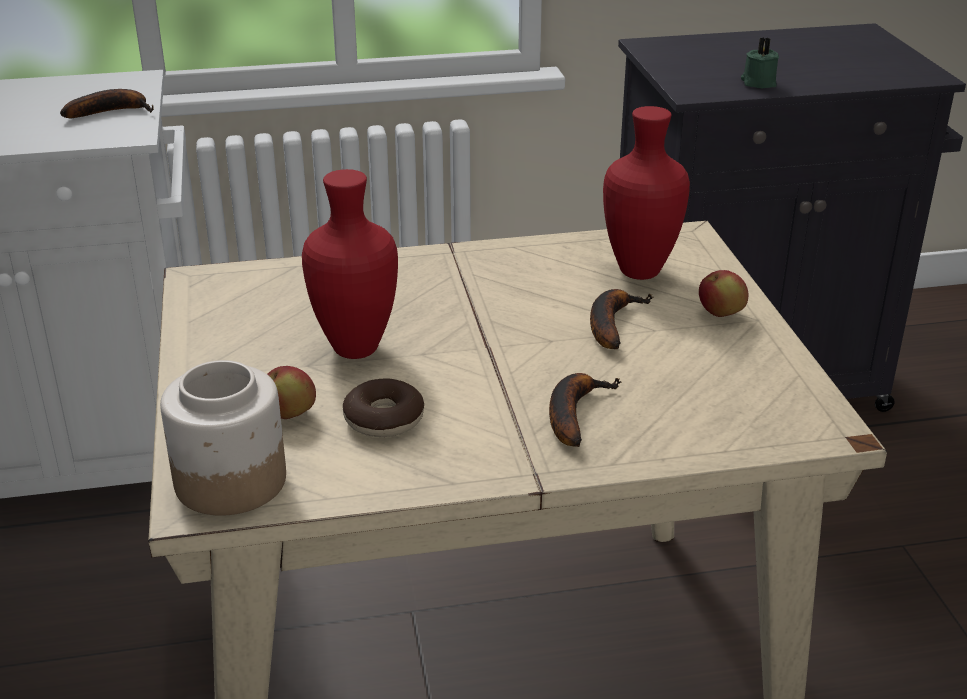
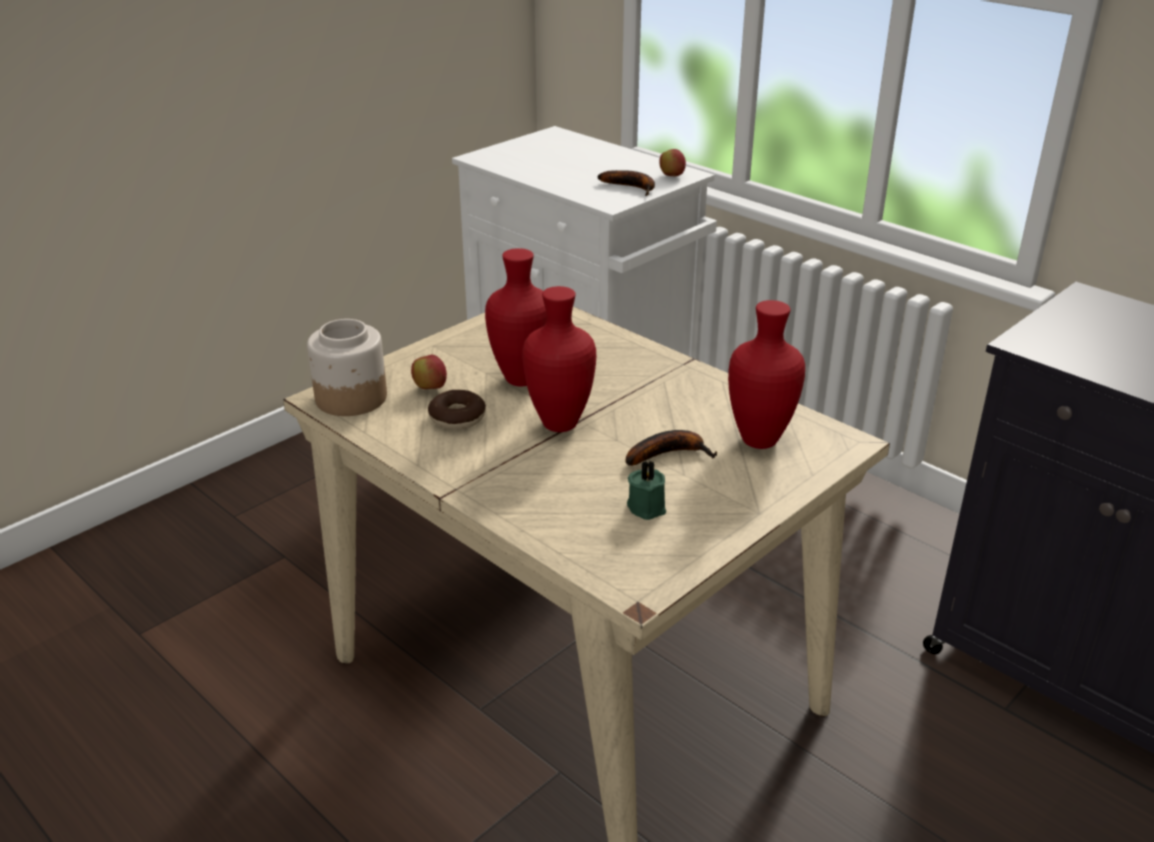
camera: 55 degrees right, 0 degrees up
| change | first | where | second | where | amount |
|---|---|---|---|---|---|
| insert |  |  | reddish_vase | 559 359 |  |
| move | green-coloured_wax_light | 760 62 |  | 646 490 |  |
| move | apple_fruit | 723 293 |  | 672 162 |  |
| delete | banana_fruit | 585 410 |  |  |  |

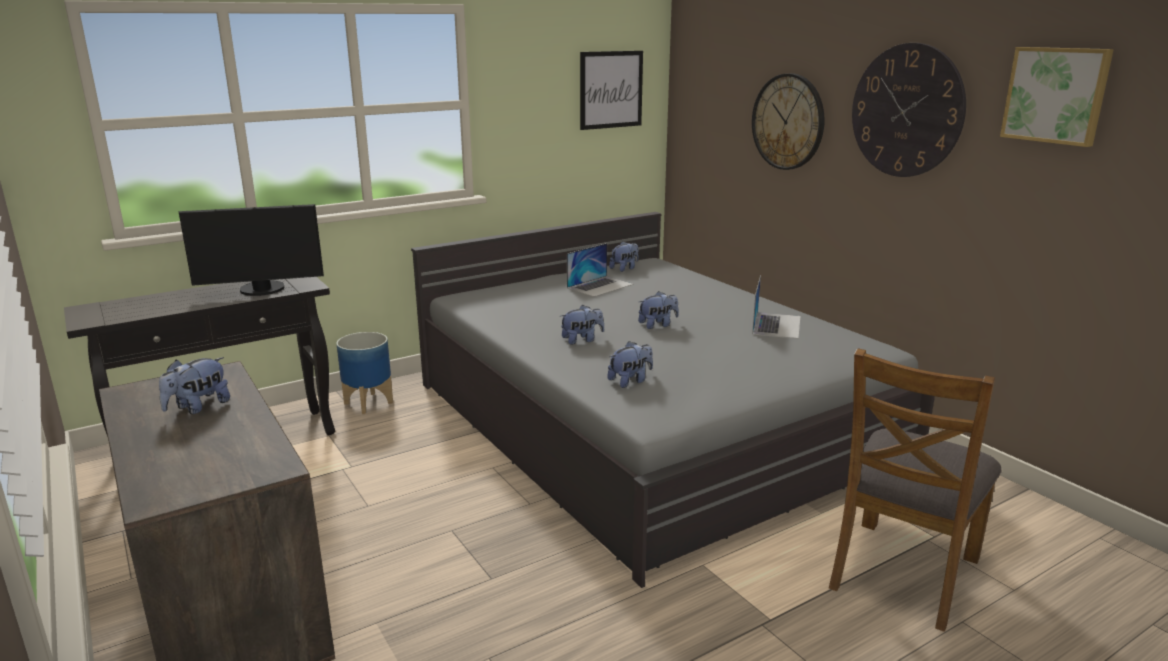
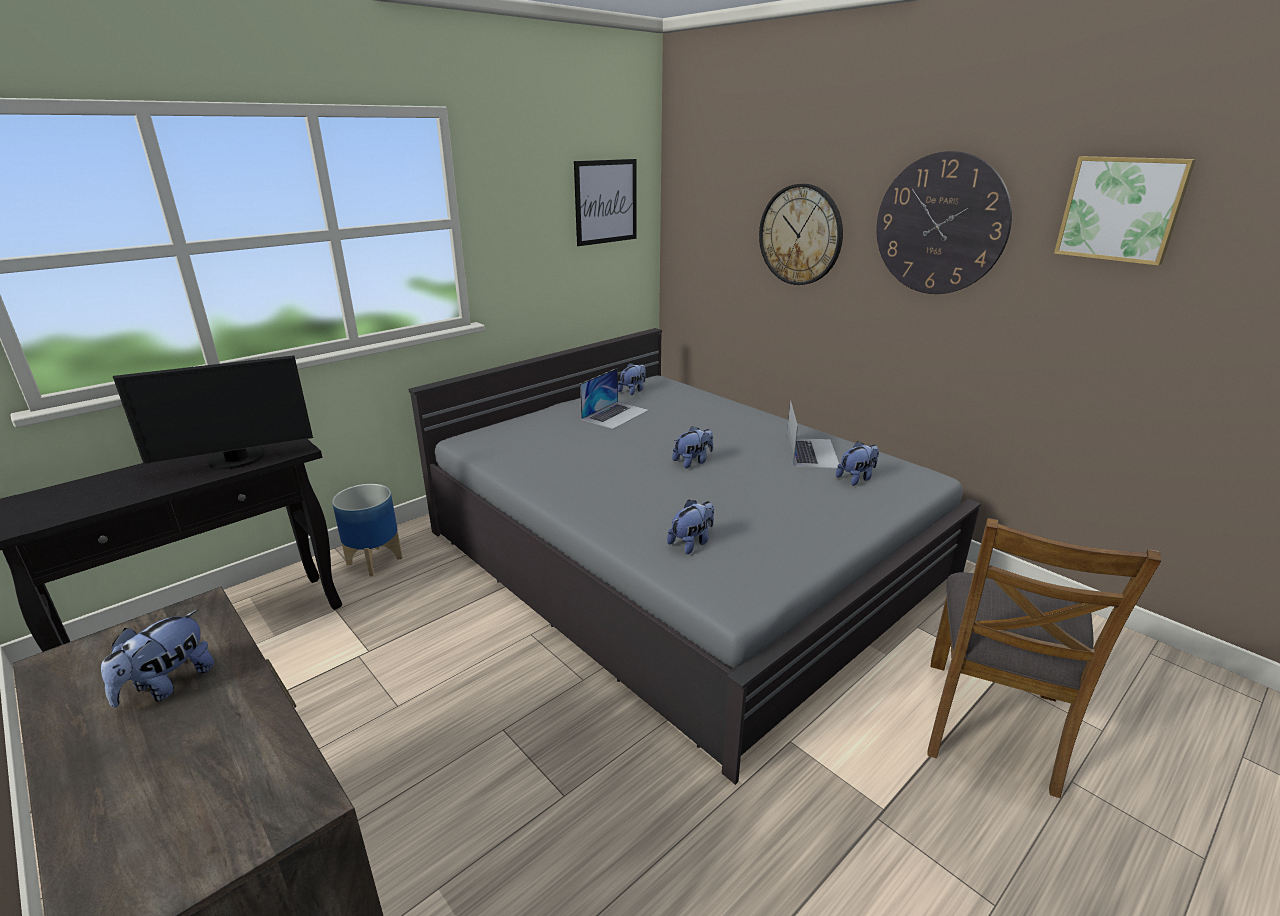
camera: 10 degrees left, 5 degrees up
| change | first | where | second | where | amount |
|---|---|---|---|---|---|
| move | cuddly_toy | 582 325 |  | 857 463 |  |

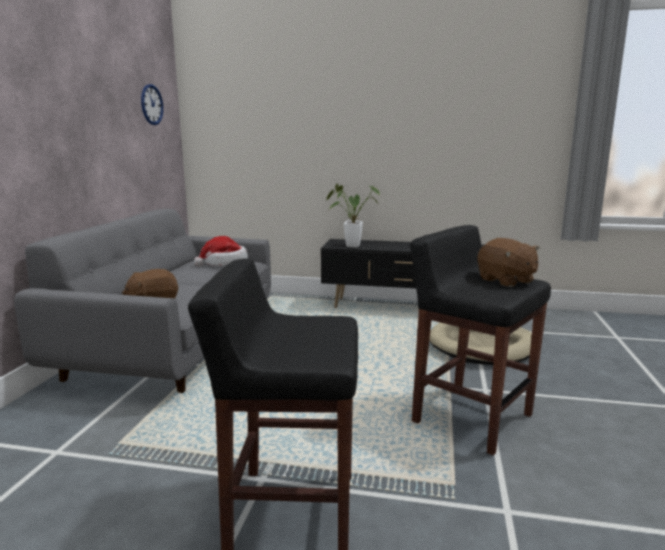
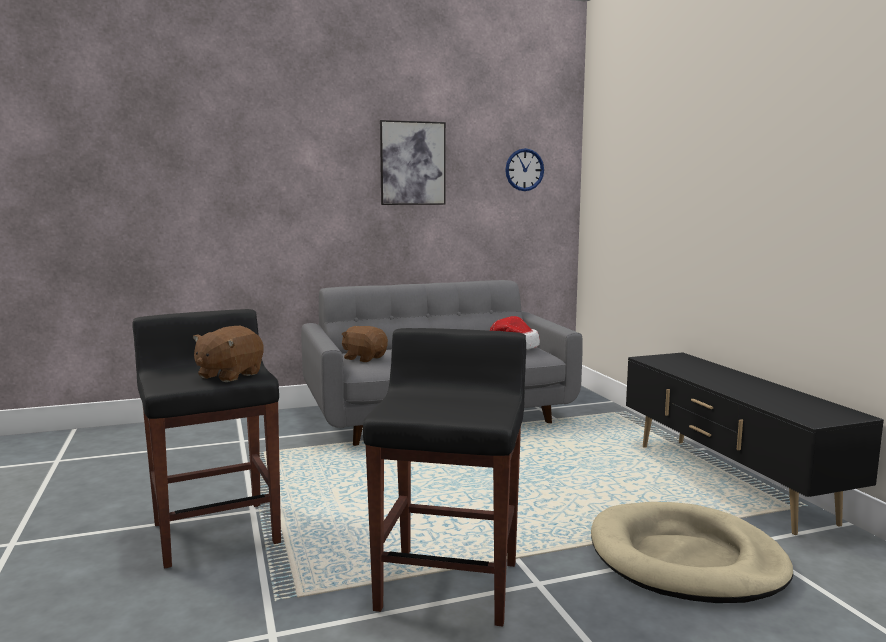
camera: 60 degrees right, 5 degrees down
| change | first | where | second | where | amount |
|---|---|---|---|---|---|
| move | brown-coloured_cuddly_toy | 508 262 |  | 228 354 |  |
| insert |  |  | wall_art | 413 162 |  |
| delete | potted_plant | 353 215 |  |  |  |

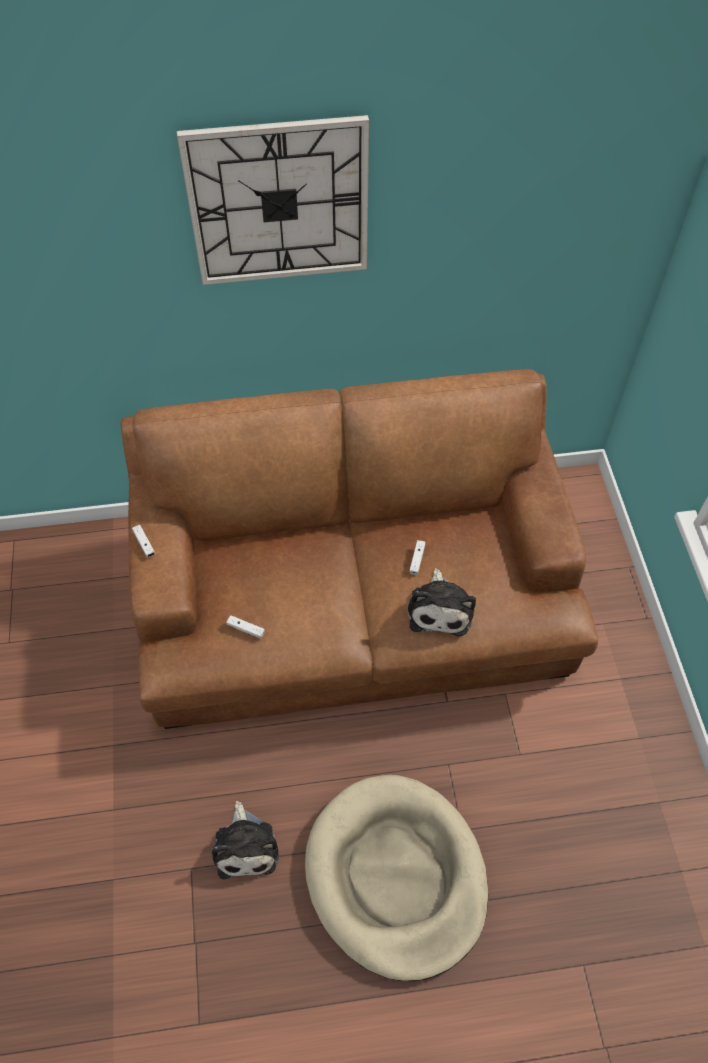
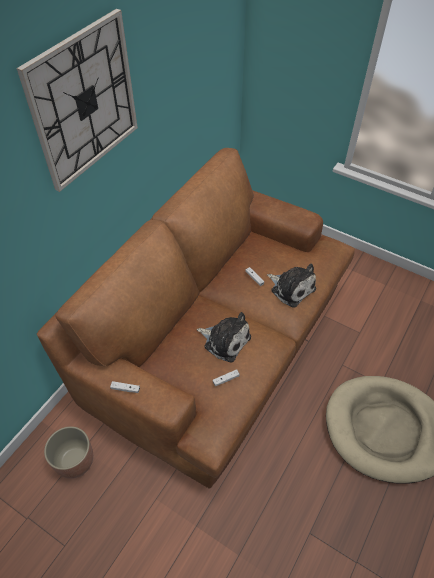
camera: 50 degrees left, 5 degrees down
| change | first | where | second | where | amount |
|---|---|---|---|---|---|
| insert |  |  | planter | 68 452 |  |
| move | cuddly_toy | 245 840 |  | 224 337 |  |

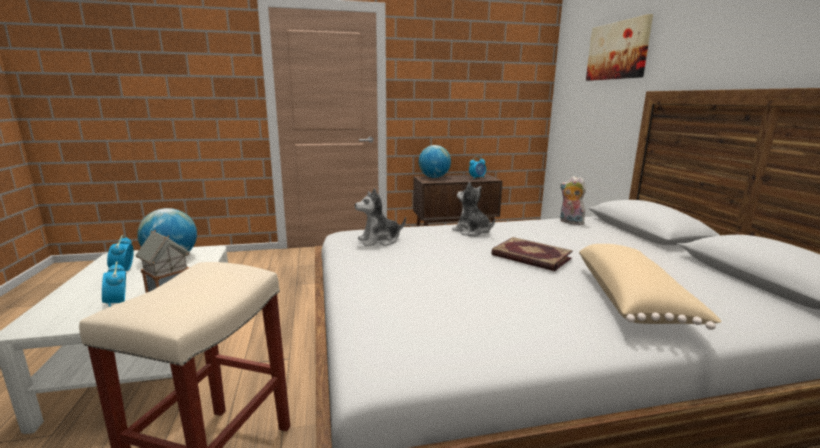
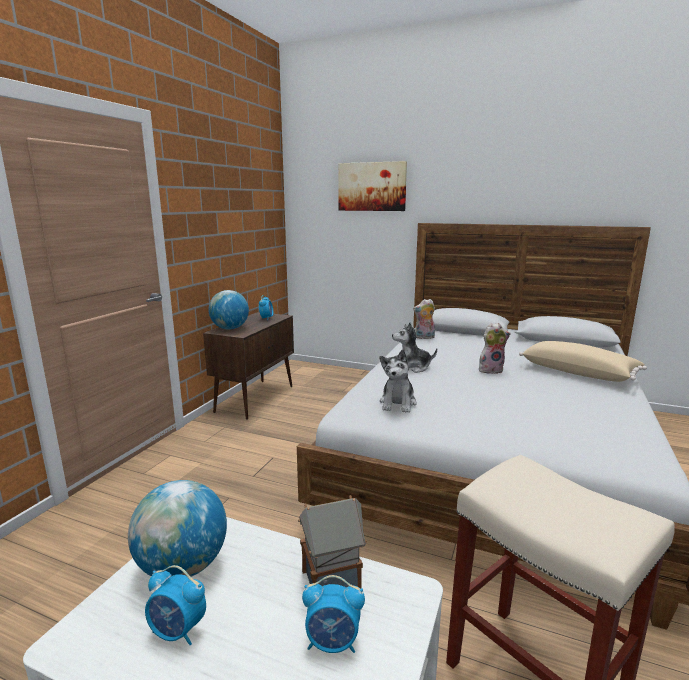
camera: 55 degrees left, 0 degrees up
| change | first | where | second | where | amount |
|---|---|---|---|---|---|
| replace | book | 532 254 | cuddly_toy | 495 348 |  |

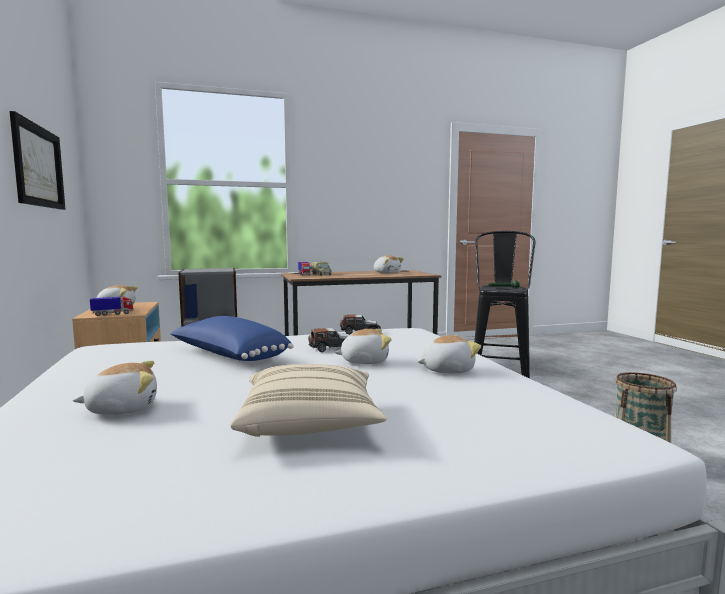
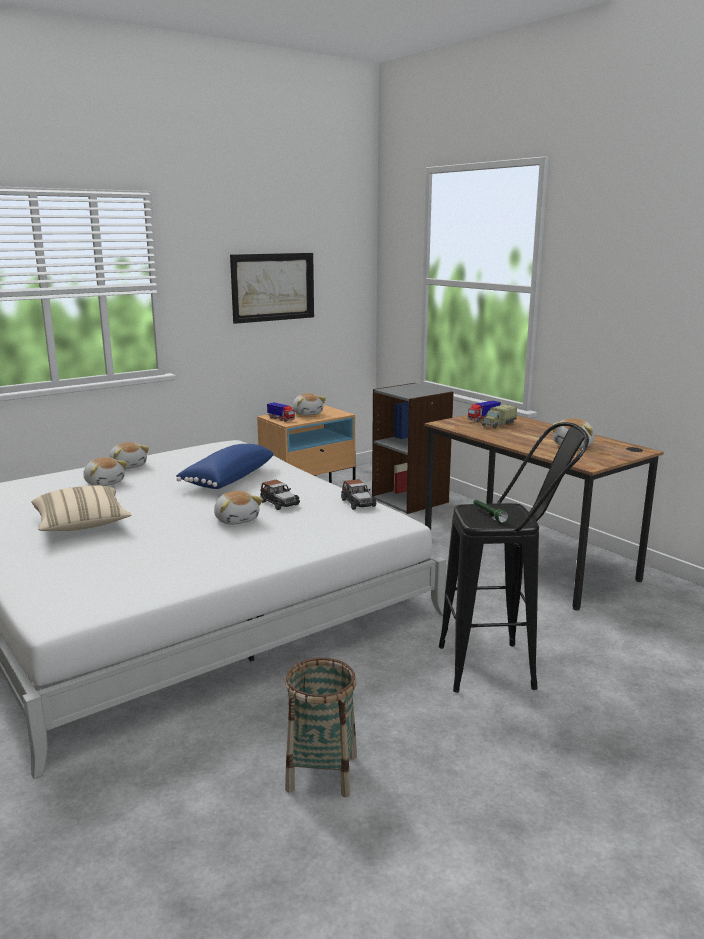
camera: 70 degrees right, 10 degrees up
| change | first | where | second | where | amount |
|---|---|---|---|---|---|
| move | cuddly_toy | 449 354 |  | 129 455 |  |

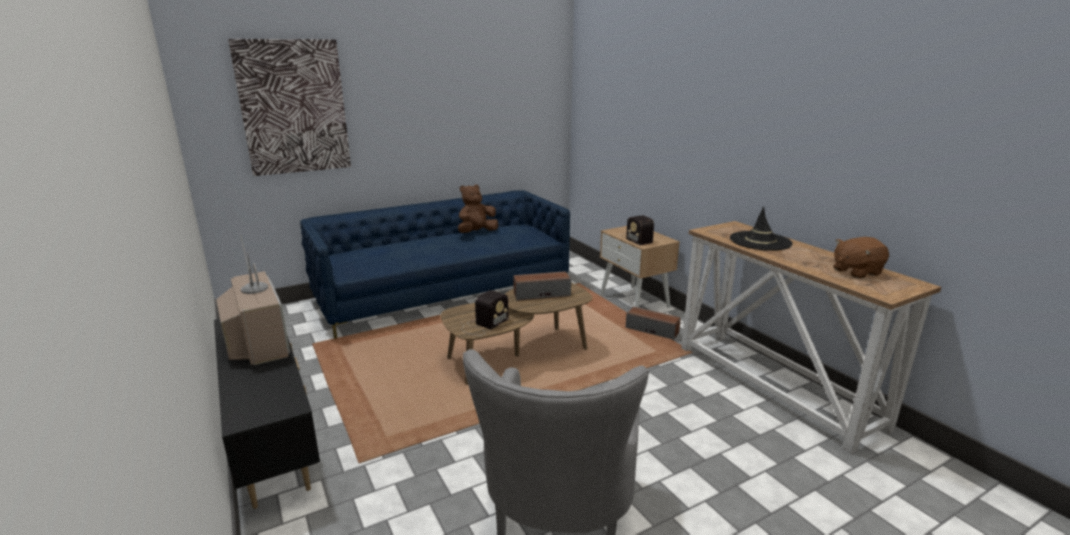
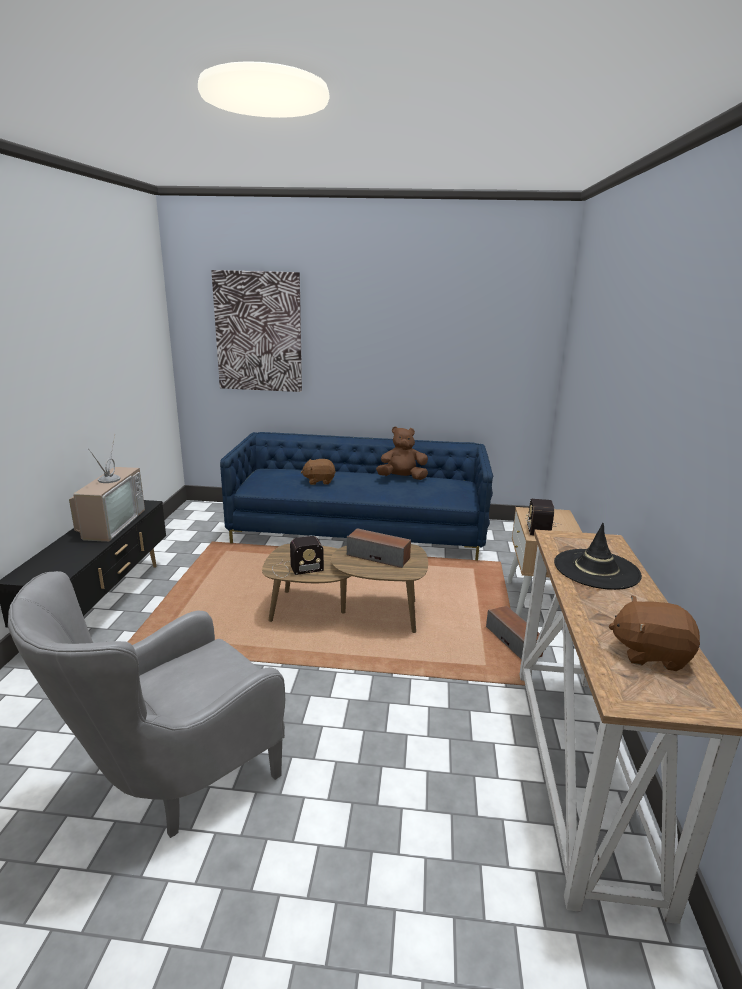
camera: 35 degrees right, 0 degrees up
| change | first | where | second | where | amount |
|---|---|---|---|---|---|
| insert |  |  | brown-coloured_cuddly_toy | 318 472 |  |

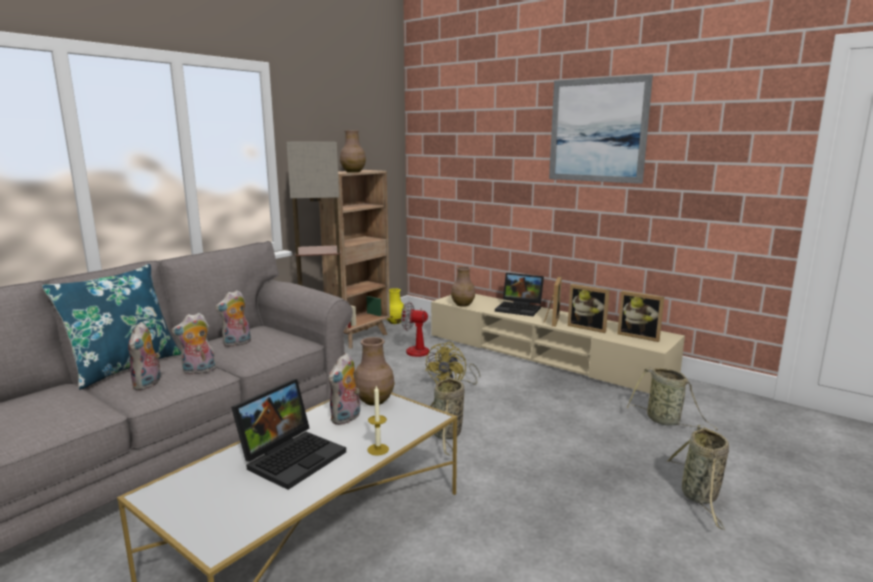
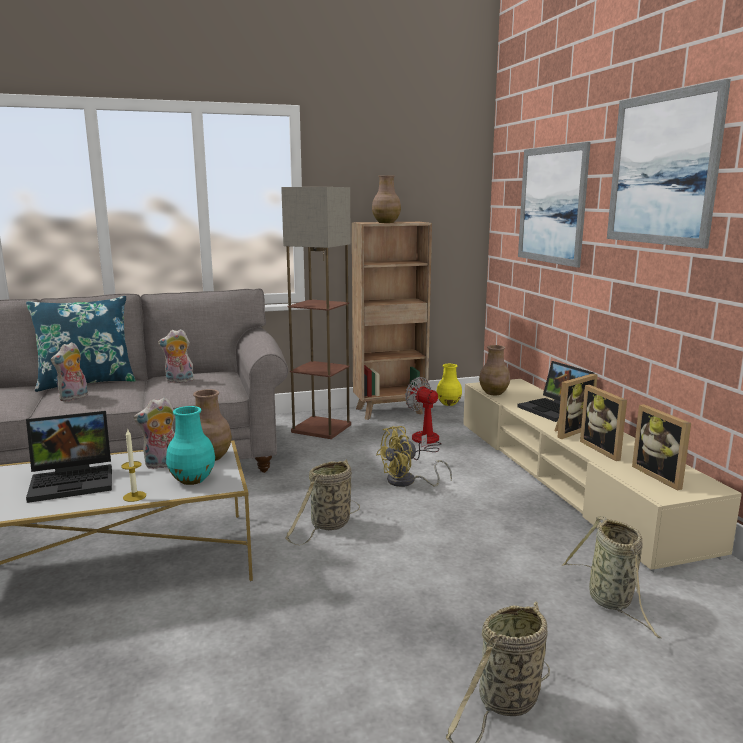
camera: 35 degrees right, 0 degrees up
| change | first | where | second | where | amount |
|---|---|---|---|---|---|
| insert |  |  | turquoise_vase | 190 445 |  |
| insert |  |  | wall_art | 554 204 |  |
| delete | cuddly_toy | 193 344 |  |  |  |

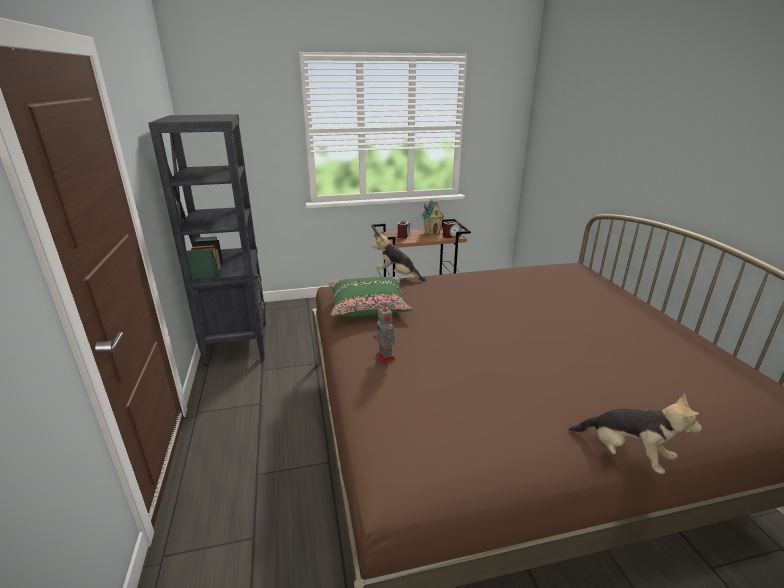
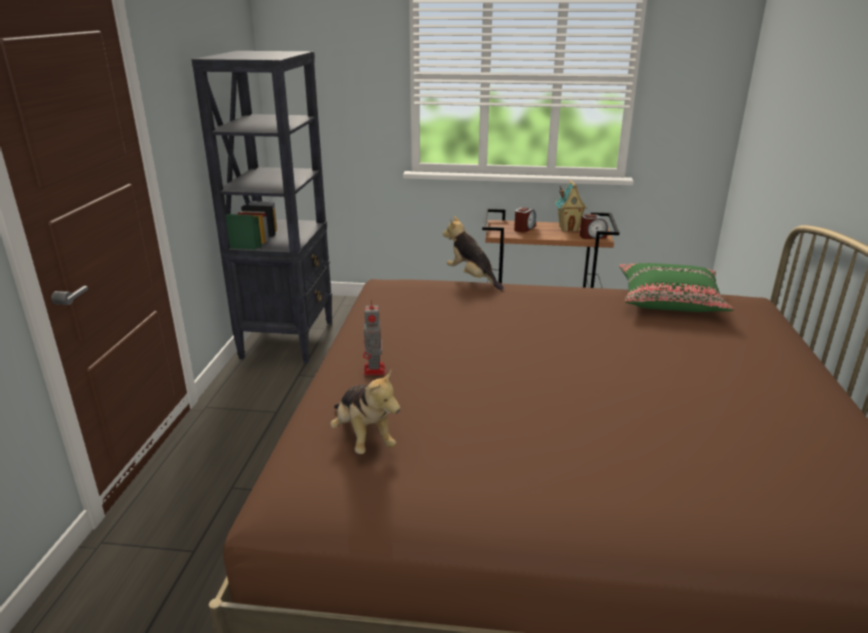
camera: 20 degrees right, 0 degrees up
| change | first | where | second | where | amount |
|---|---|---|---|---|---|
| move | cuddly_toy | 635 433 |  | 365 411 |  |
| move | green-coloured_throw_pillow | 370 297 |  | 676 287 |  |

